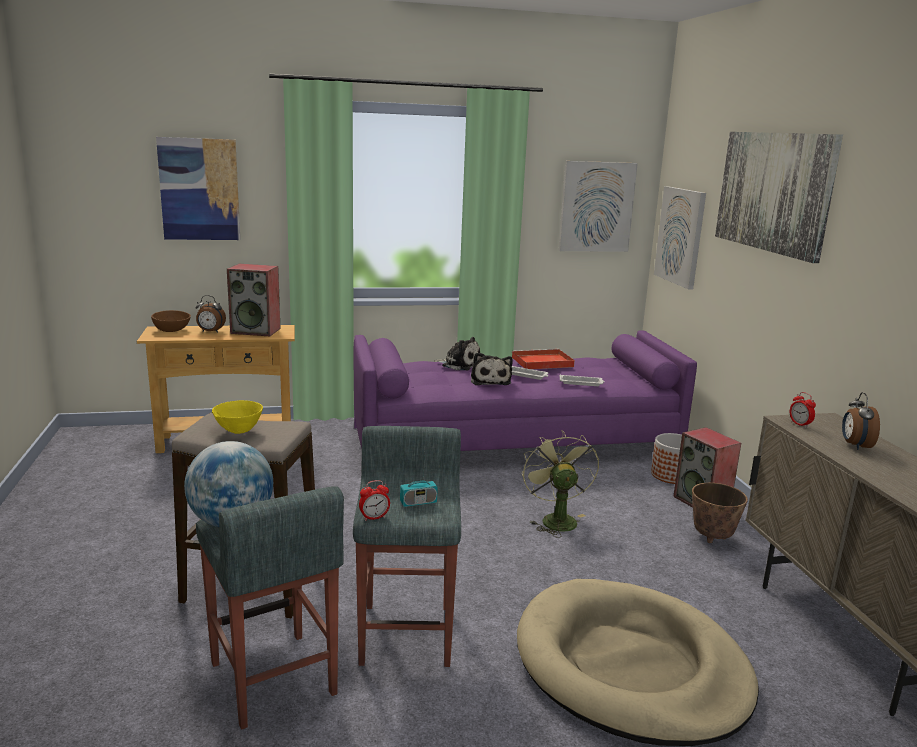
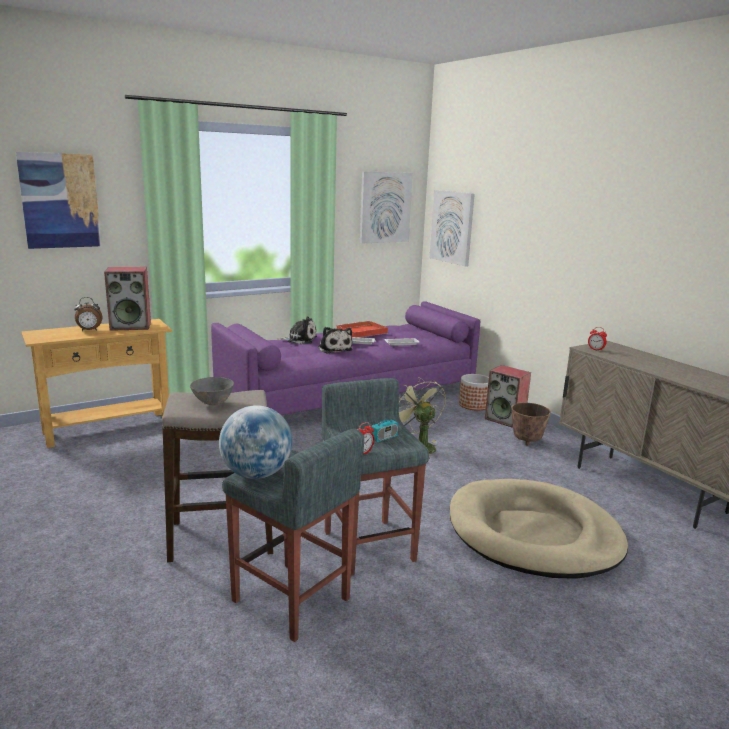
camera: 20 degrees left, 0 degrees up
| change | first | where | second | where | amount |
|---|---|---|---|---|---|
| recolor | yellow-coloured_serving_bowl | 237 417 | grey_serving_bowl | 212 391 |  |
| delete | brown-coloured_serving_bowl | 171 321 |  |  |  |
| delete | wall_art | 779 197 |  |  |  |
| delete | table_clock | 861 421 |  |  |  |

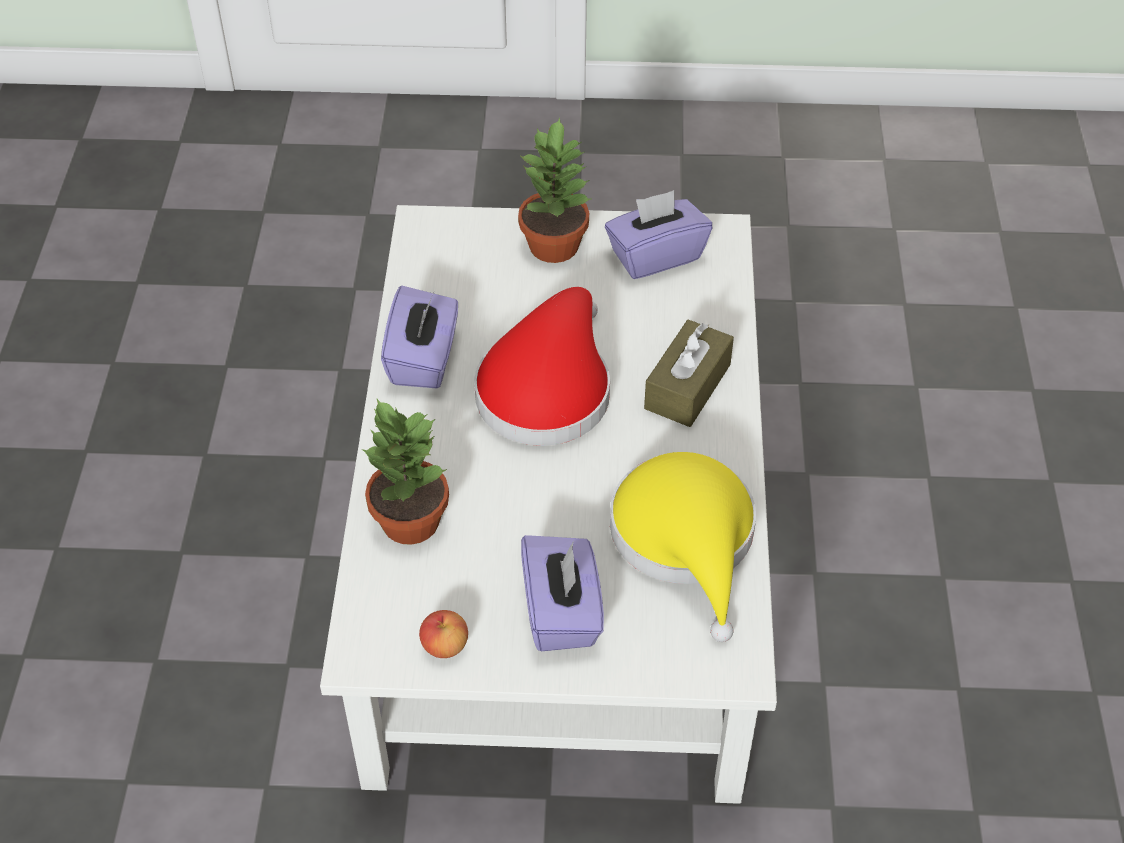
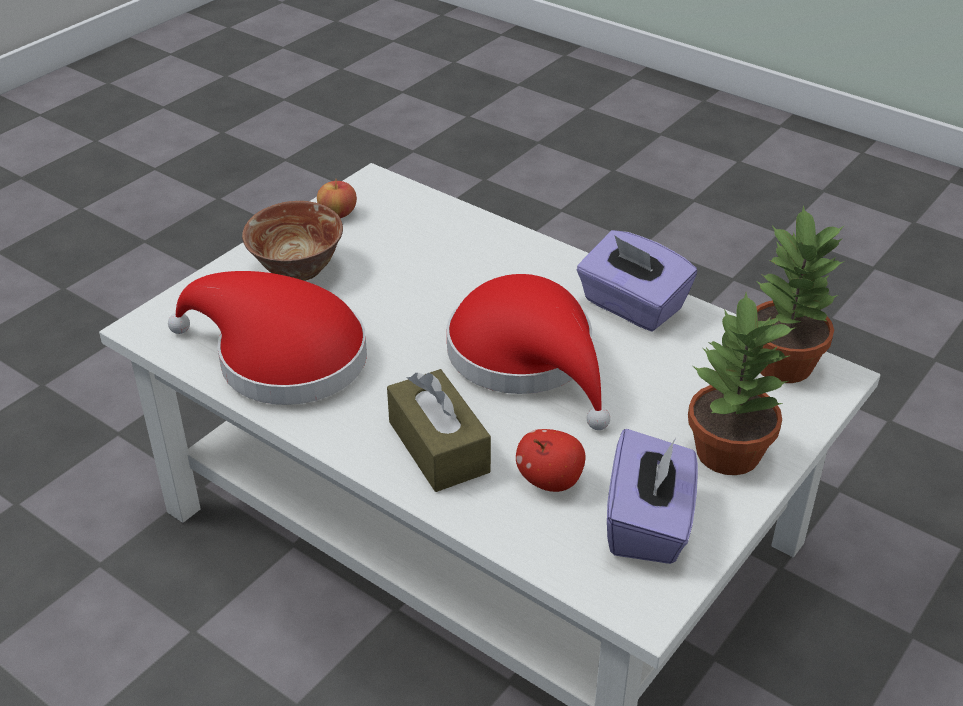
camera: 125 degrees right, 10 degrees down
| change | first | where | second | where | amount |
|---|---|---|---|---|---|
| recolor | yellow-coloured_wearable_hat | 683 547 | reddish_wearable_hat | 267 338 |  |
| replace | purplish_tissue_holder | 562 593 | serving_bowl | 292 241 |  |
| insert |  |  | apple_fruit | 550 460 |  |
| move | potted_plant | 405 472 |  | 800 294 |  |

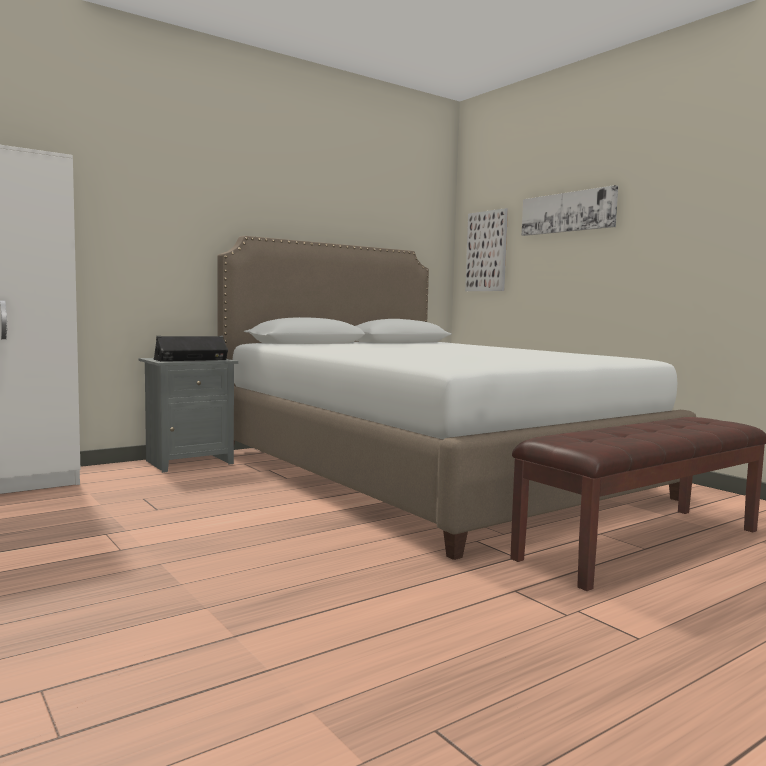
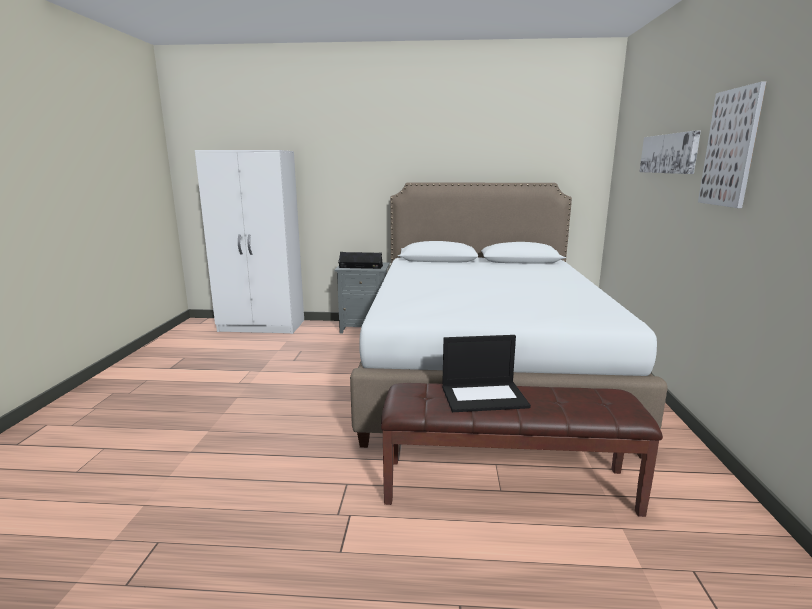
camera: 40 degrees right, 10 degrees up
| change | first | where | second | where | amount |
|---|---|---|---|---|---|
| insert |  |  | laptop | 486 373 |  |
| move | wall_art | 486 249 |  | 732 145 |  |

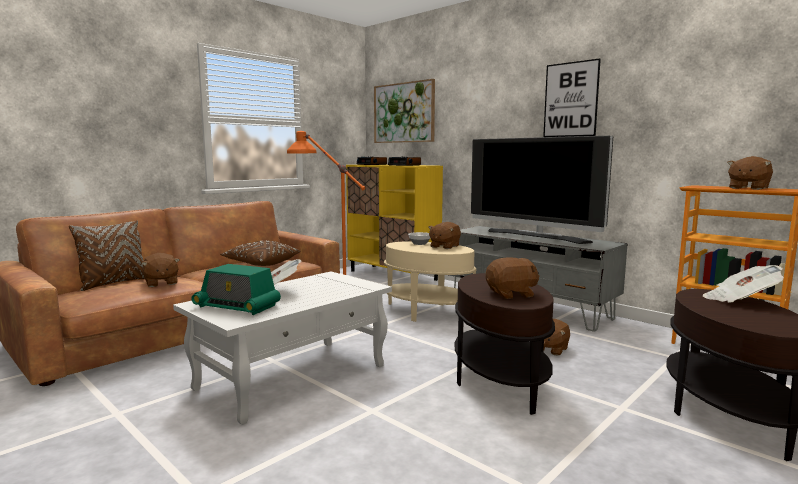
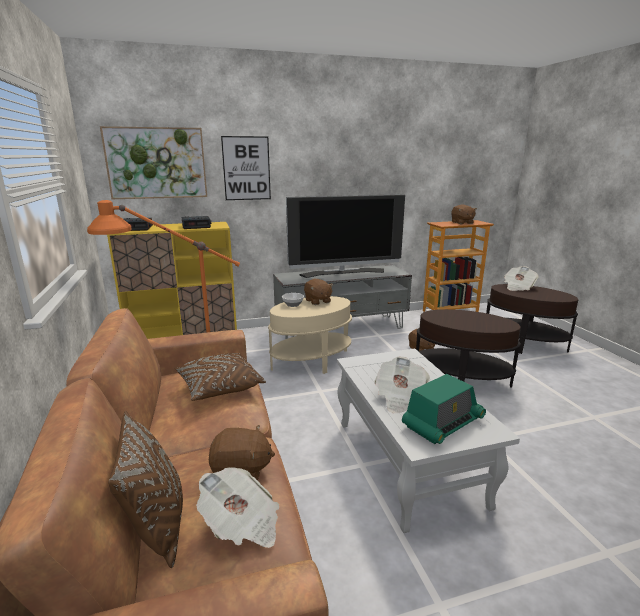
camera: 60 degrees left, 10 degrees up
| change | first | where | second | where | amount |
|---|---|---|---|---|---|
| insert |  |  | printed_paper | 237 507 |  |
| move | wall_art | 572 97 |  | 246 168 |  |
| delete | brown-coloured_cuddly_toy | 512 278 |  |  |  |

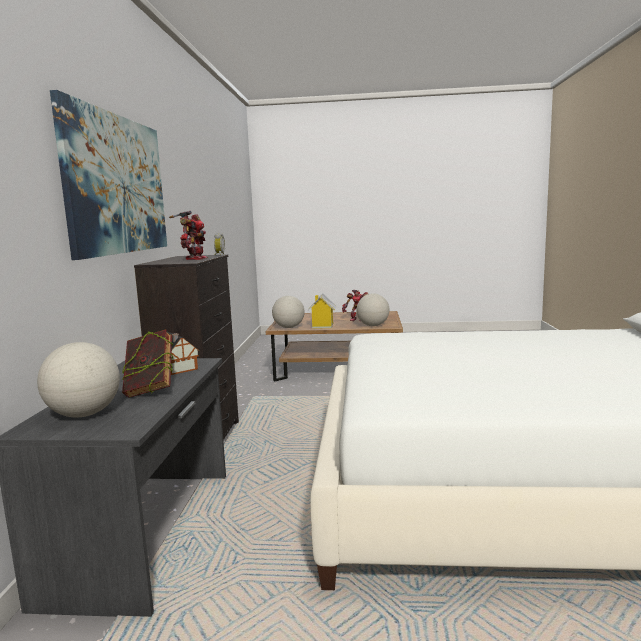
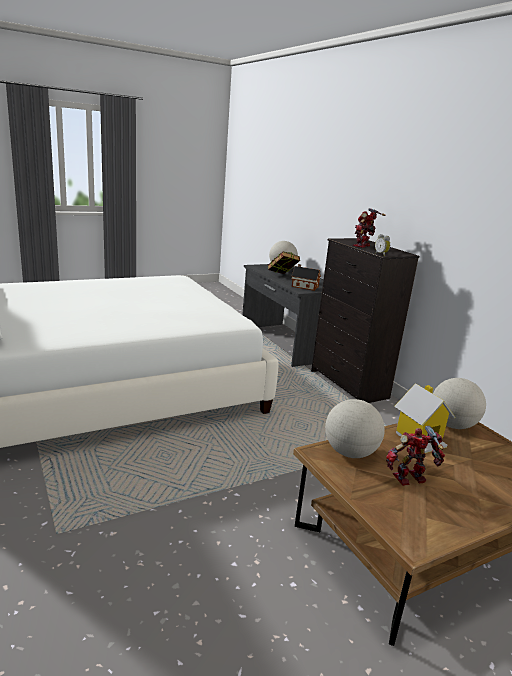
camera: 145 degrees right, 10 degrees up
| change | first | where | second | where | amount |
|---|---|---|---|---|---|
| rotate | robot_figure | 188 235 |  | 369 228 | 60 degrees clockwise |
| delete | wall_art | 108 175 |  |  |  |

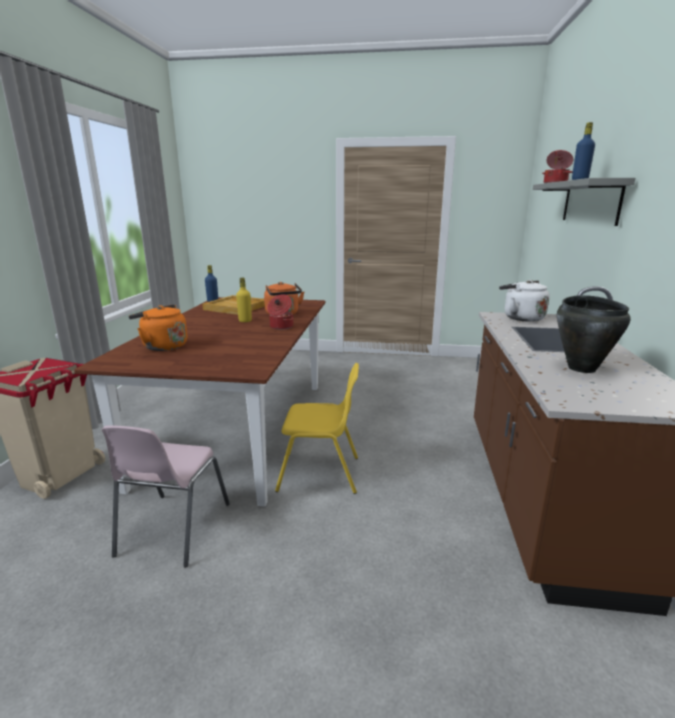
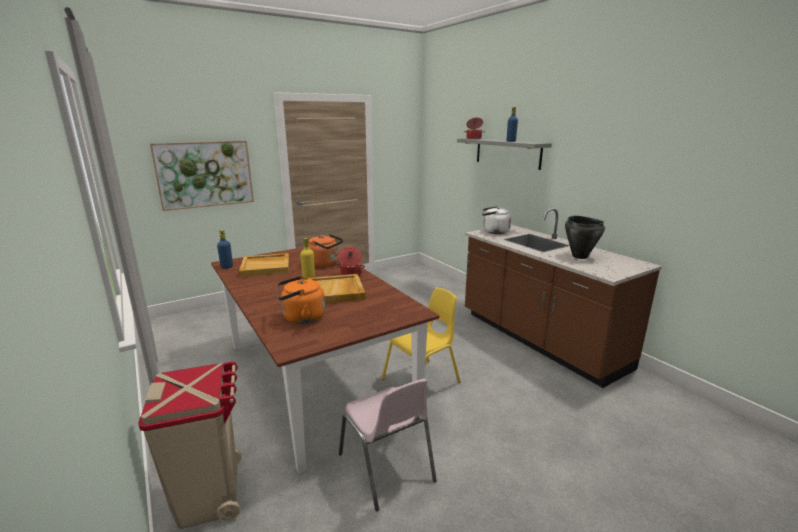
camera: 40 degrees left, 0 degrees up
| change | first | where | second | where | amount |
|---|---|---|---|---|---|
| insert |  |  | wall_art | 202 176 |  |
| insert |  |  | beige-coloured_serving_tray | 337 289 |  |

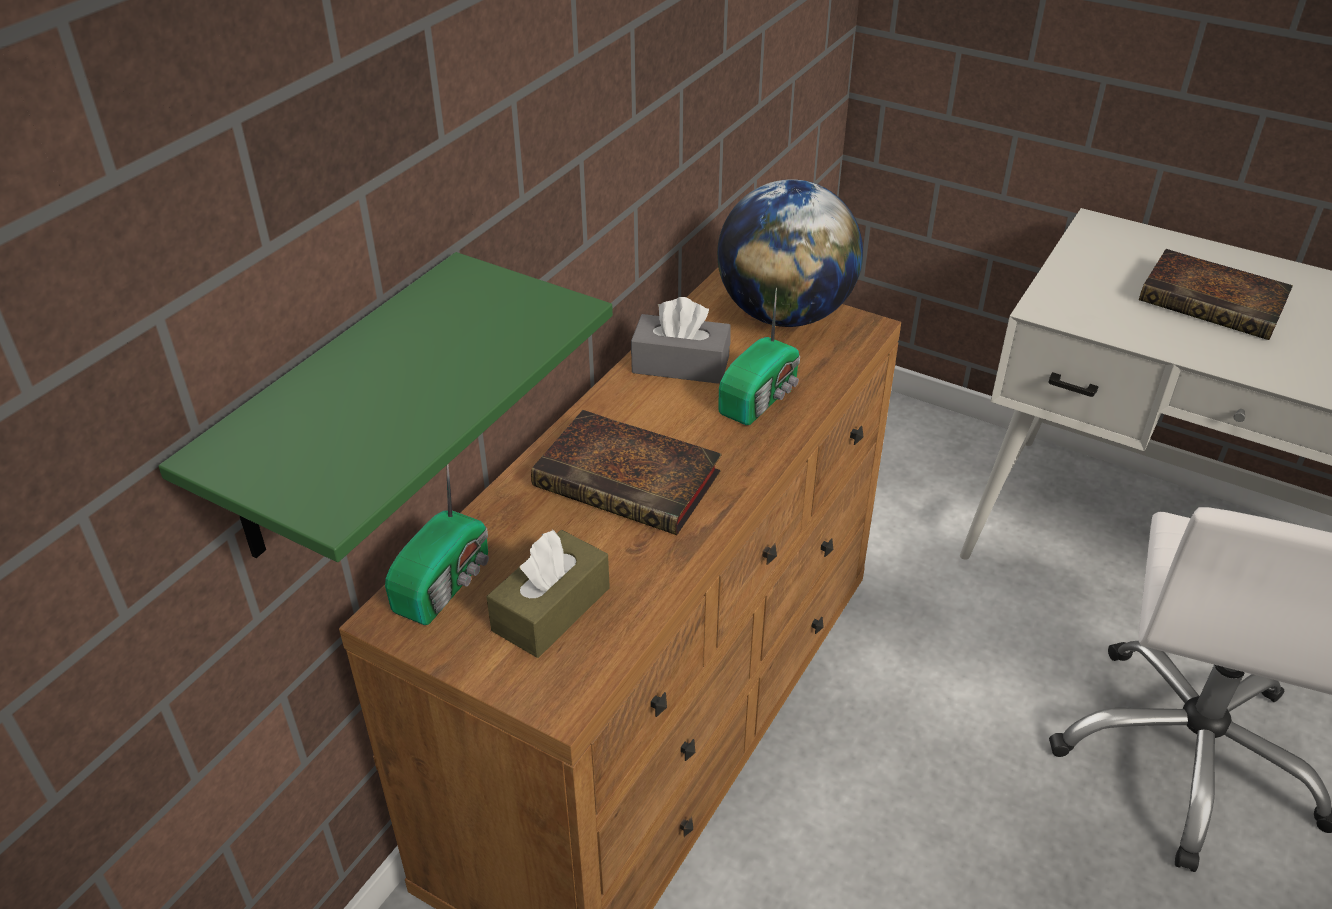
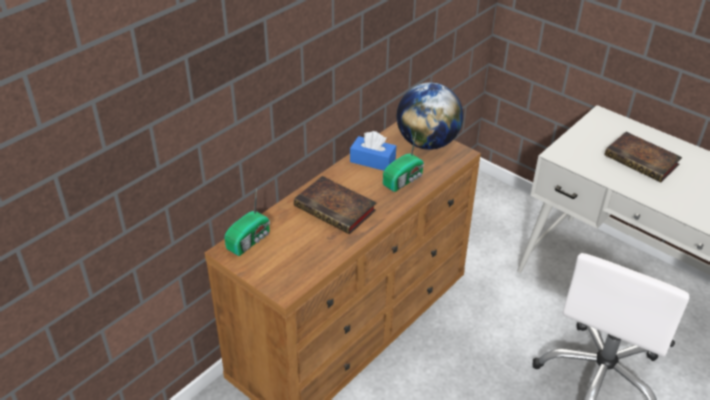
camera: 10 degrees right, 0 degrees up
| change | first | where | second | where | amount |
|---|---|---|---|---|---|
| recolor | grey_tissue_holder | 680 340 | blue-coloured_tissue_holder | 373 151 |  |
| delete | green-coloured_wall_shelf | 385 407 |  |  |  |
| delete | brown-coloured_tissue_holder | 548 594 |  |  |  |

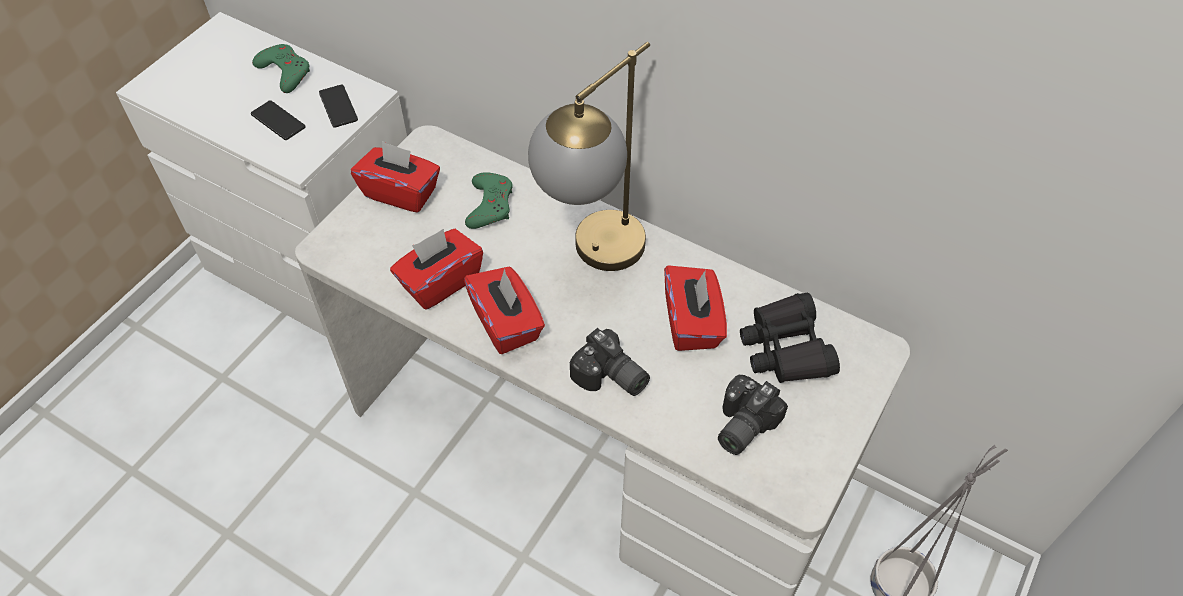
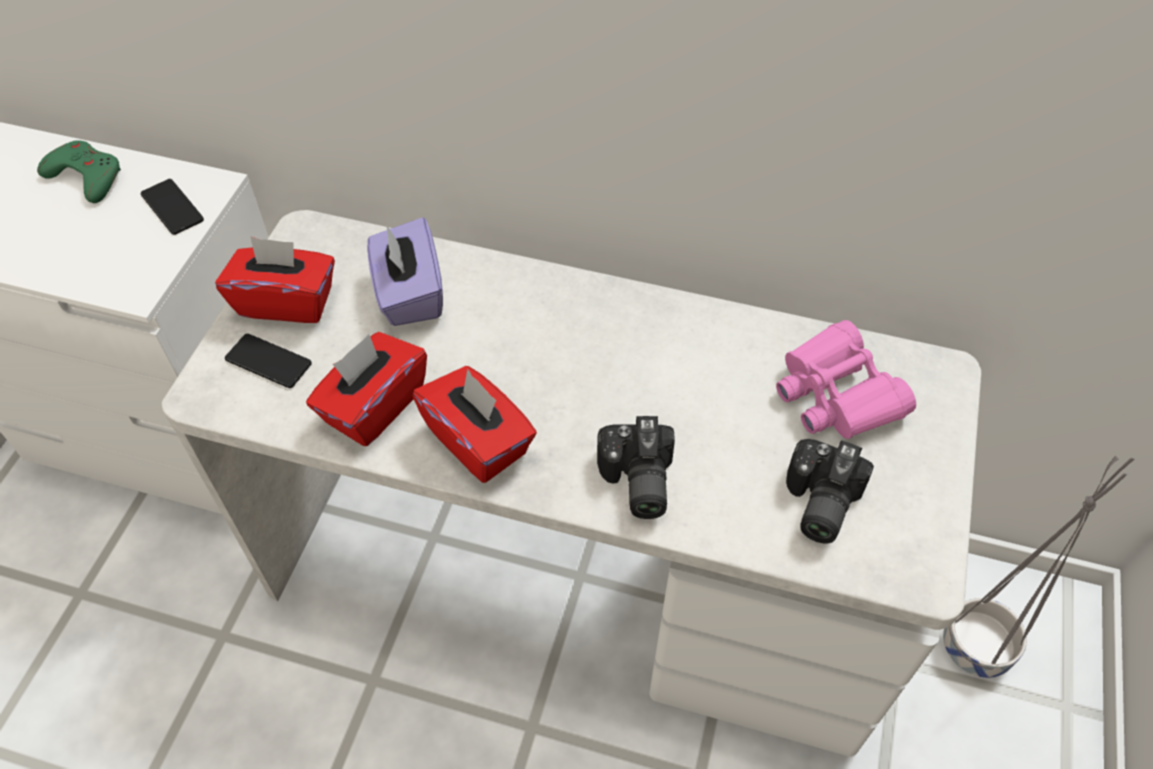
camera: 15 degrees left, 0 degrees up
| change | first | where | second | where | amount |
|---|---|---|---|---|---|
| move | phone | 278 120 |  | 268 360 |  |
| replace | green-coloured_game_controller | 489 200 | purplish_tissue_holder | 405 271 |  |
| rotate | still_camera | 610 362 |  | 636 467 | 60 degrees clockwise |
| recolor | black-coloured_binoculars | 790 337 | pink_binoculars | 846 379 |  |
| delete | tabletop_lamp | 589 156 |  |  |  |
| delete | reddish_tissue_holder | 695 308 |  |  |  |

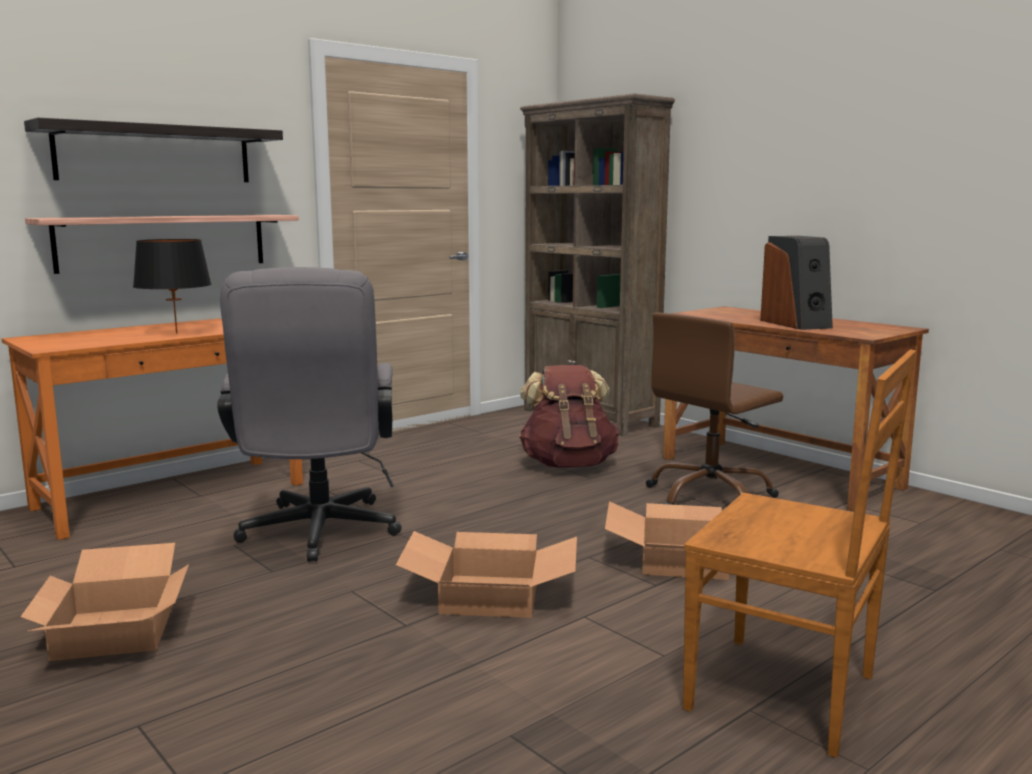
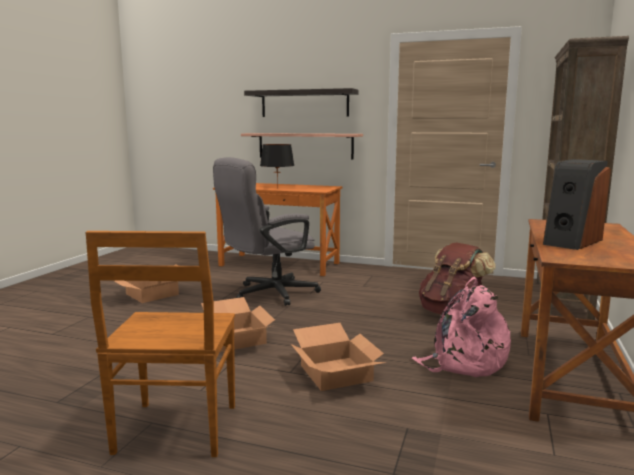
camera: 60 degrees right, 0 degrees up
| change | first | where | second | where | amount |
|---|---|---|---|---|---|
| replace | brown-coloured_office_chair | 714 409 | pink_knapsack | 461 327 |  |

